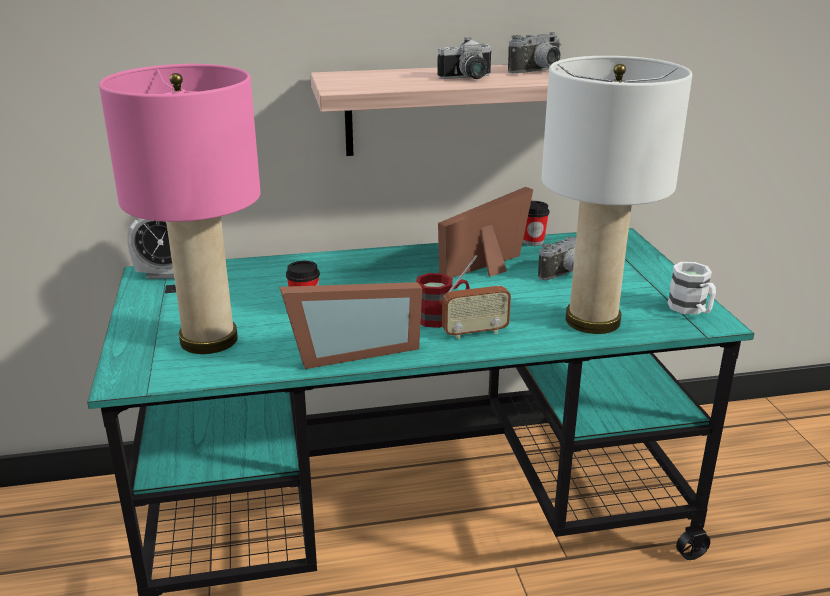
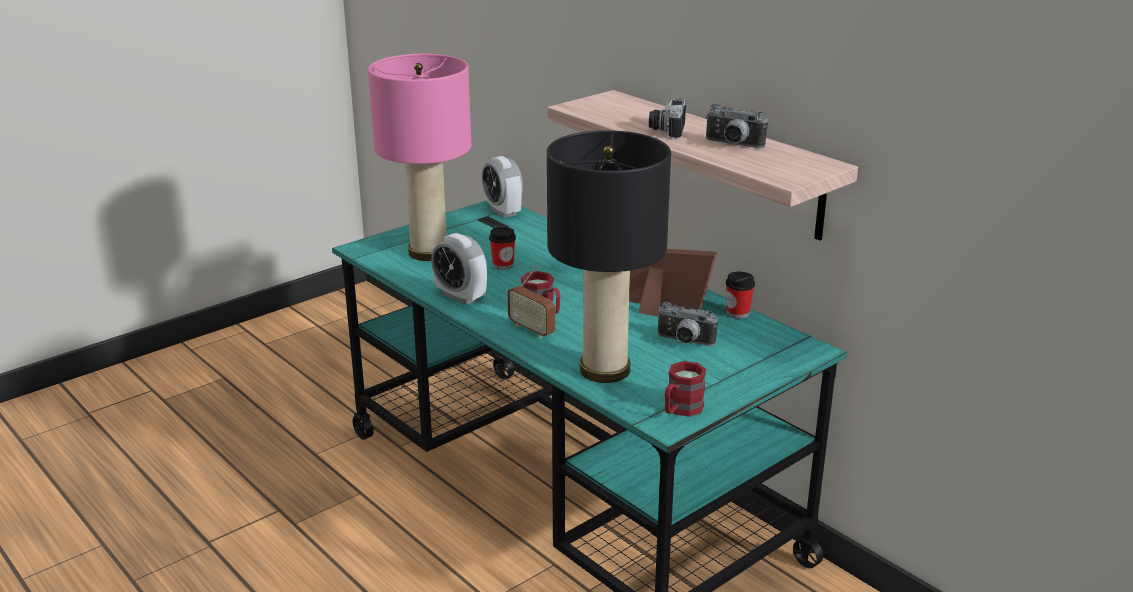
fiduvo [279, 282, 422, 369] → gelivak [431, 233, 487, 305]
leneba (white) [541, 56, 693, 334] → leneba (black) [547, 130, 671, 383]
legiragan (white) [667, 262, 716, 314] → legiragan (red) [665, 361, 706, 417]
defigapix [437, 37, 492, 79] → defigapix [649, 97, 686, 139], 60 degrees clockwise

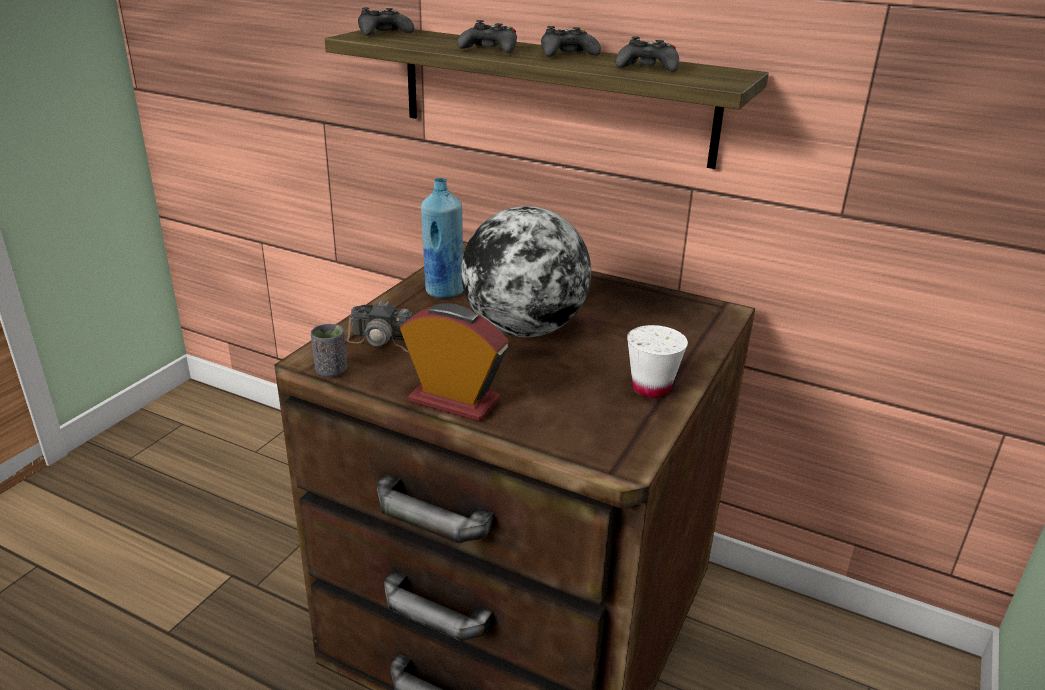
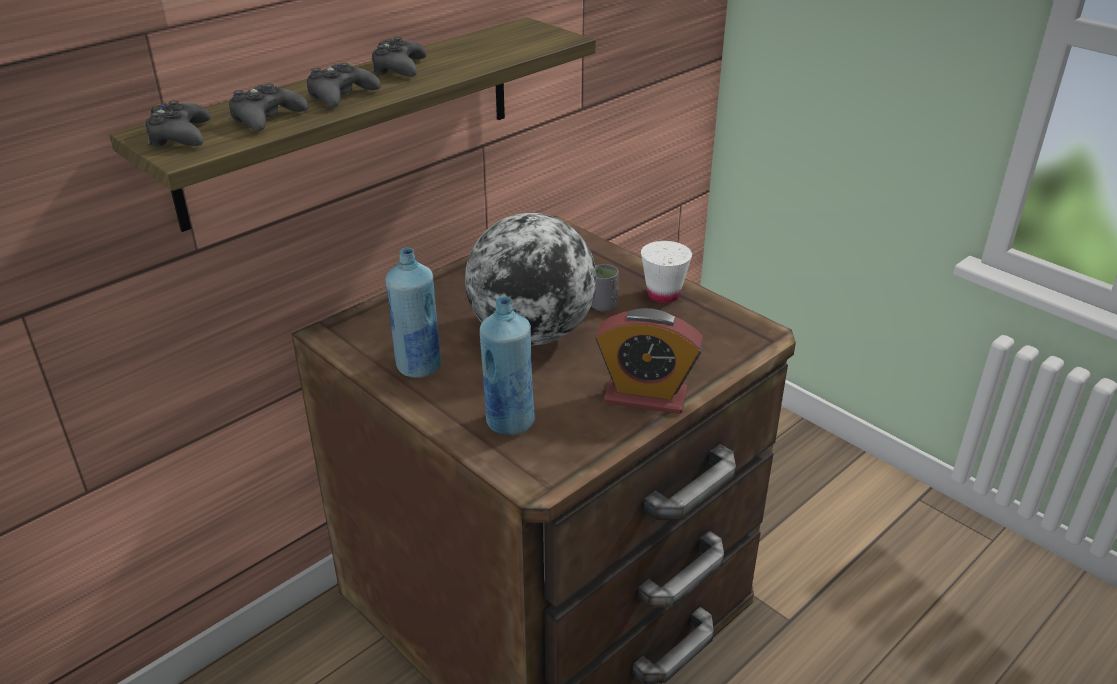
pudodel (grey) [311, 324, 347, 377] → pudodel (grey) [591, 264, 619, 312], shifted
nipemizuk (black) [616, 36, 679, 72] → nipemizuk (black) [229, 84, 308, 131], shifted
defigapix [347, 301, 413, 353] → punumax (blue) [480, 296, 535, 435]
gelivak [400, 303, 508, 421] → gelivak [595, 308, 704, 414], 120 degrees counterclockwise

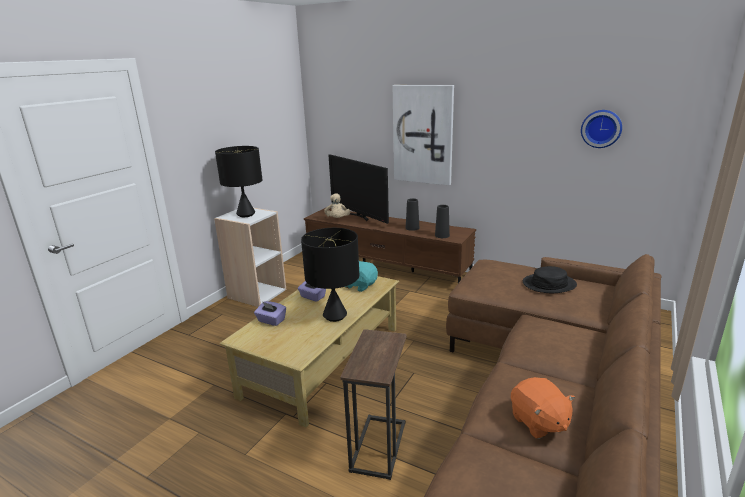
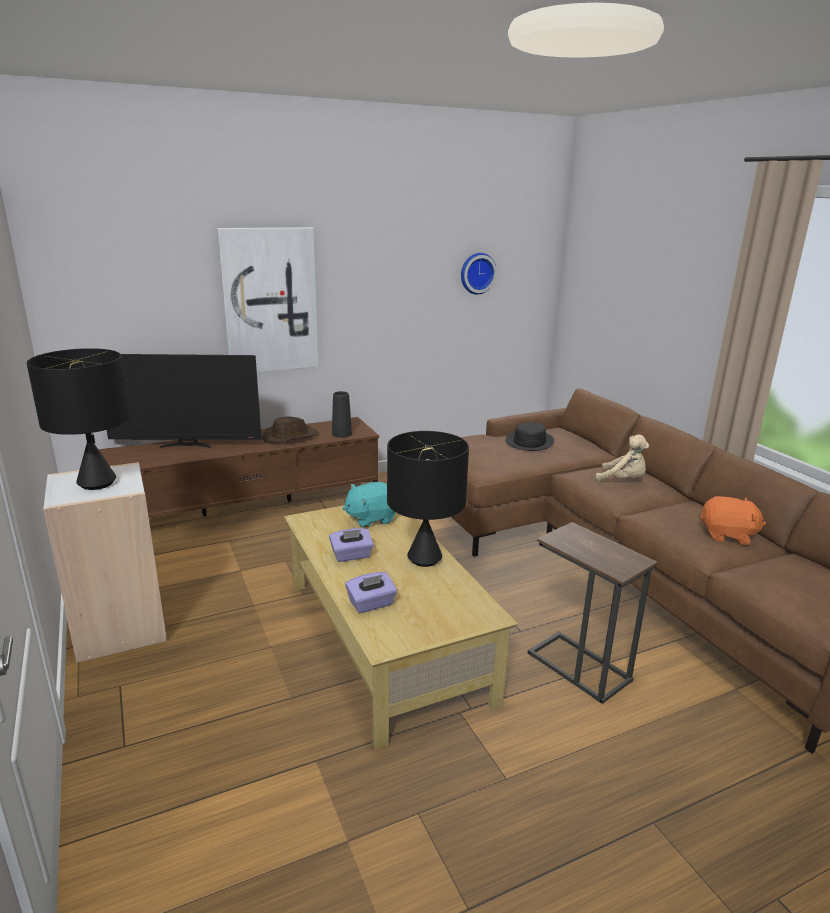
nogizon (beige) [324, 193, 351, 218] → nogizon (beige) [595, 435, 649, 482], shifted
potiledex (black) [406, 198, 420, 231] → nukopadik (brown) [262, 417, 318, 443]

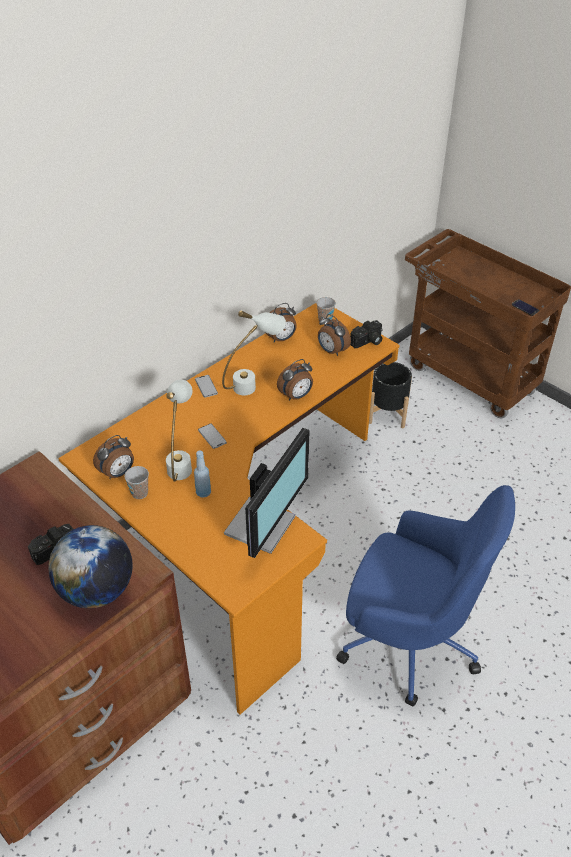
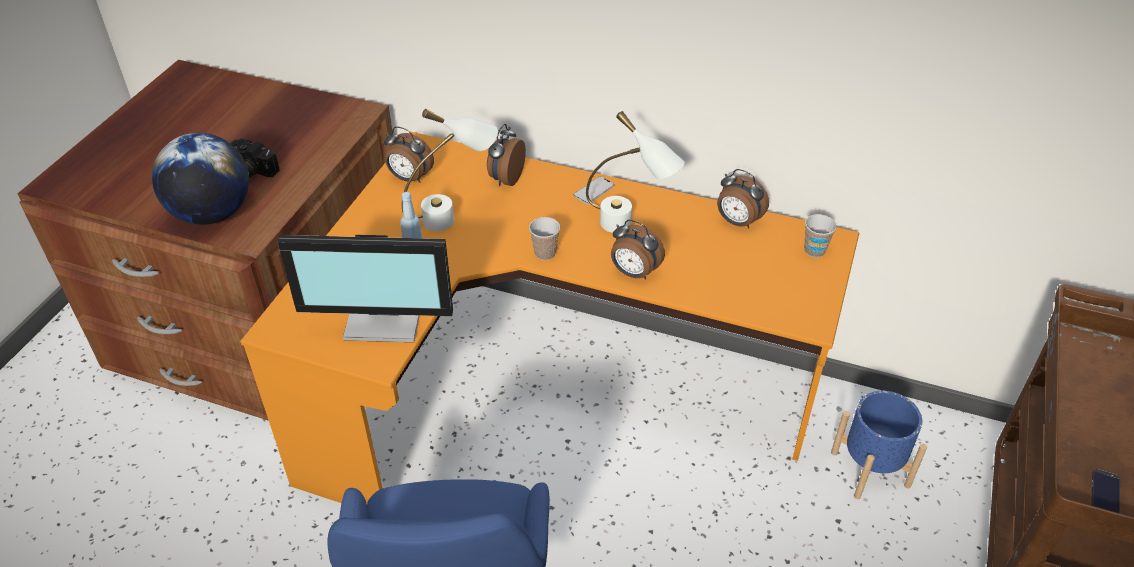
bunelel [198, 424, 227, 449] → -
defigapix [350, 320, 382, 348] → -
pudodel [124, 466, 149, 499] → pudodel [529, 217, 560, 260], shifted
gelivak [318, 314, 351, 356] → gelivak [487, 124, 526, 186], shifted
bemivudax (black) [369, 362, 412, 428] → bemivudax (blue) [831, 391, 927, 499]

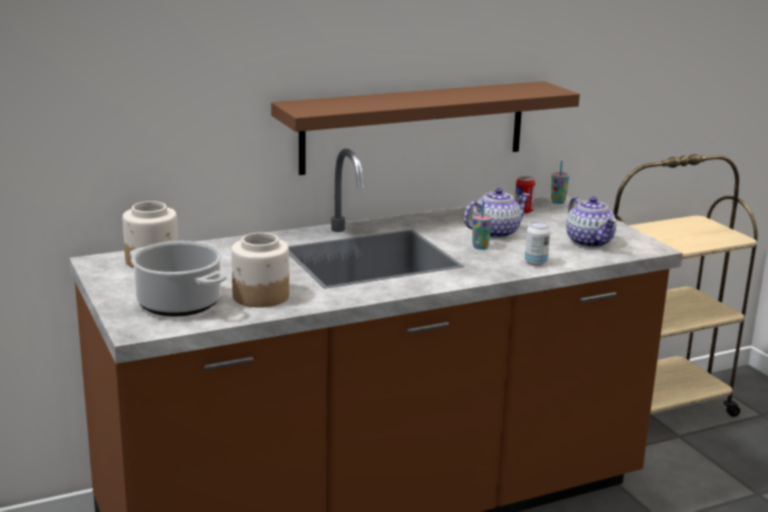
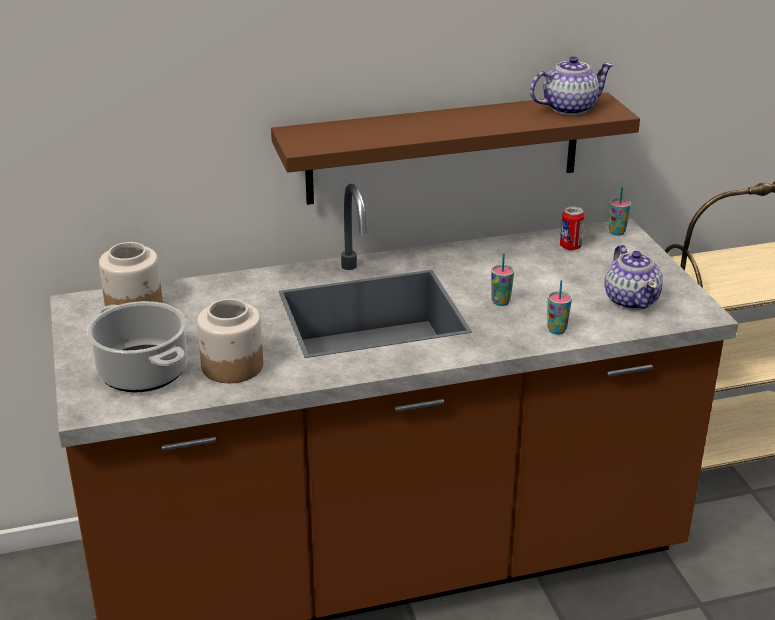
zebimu [464, 188, 530, 238] → zebimu [530, 56, 613, 115], shifted
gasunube [525, 222, 551, 266] → pudodel [547, 280, 572, 335]

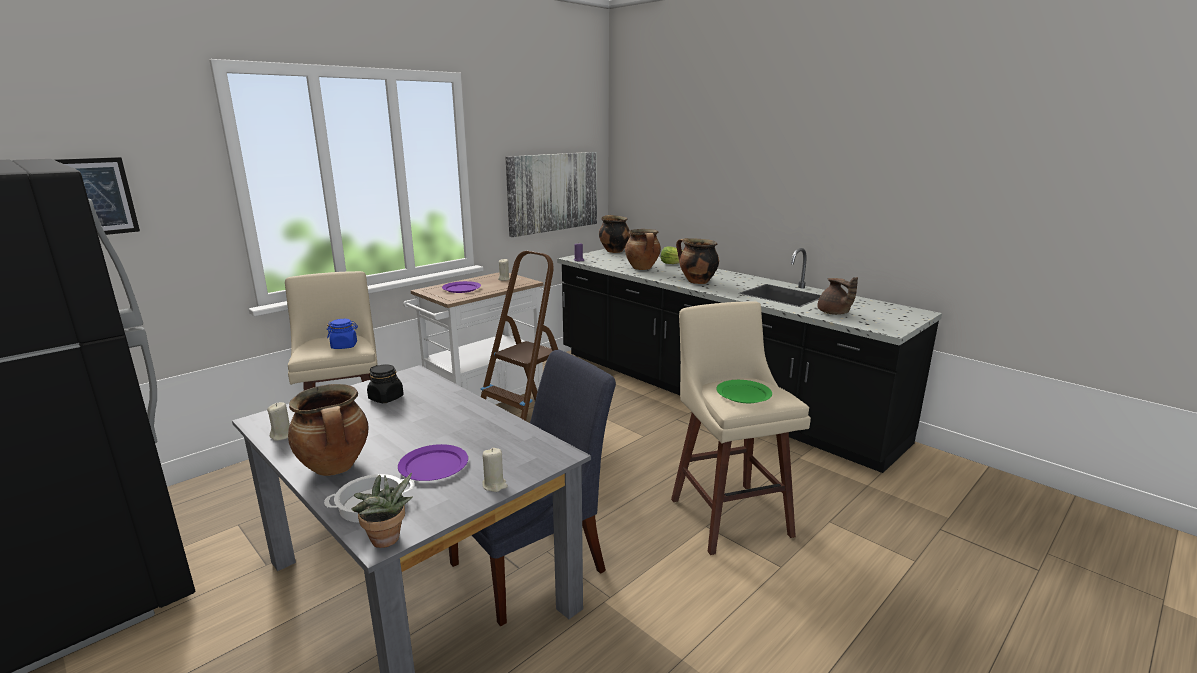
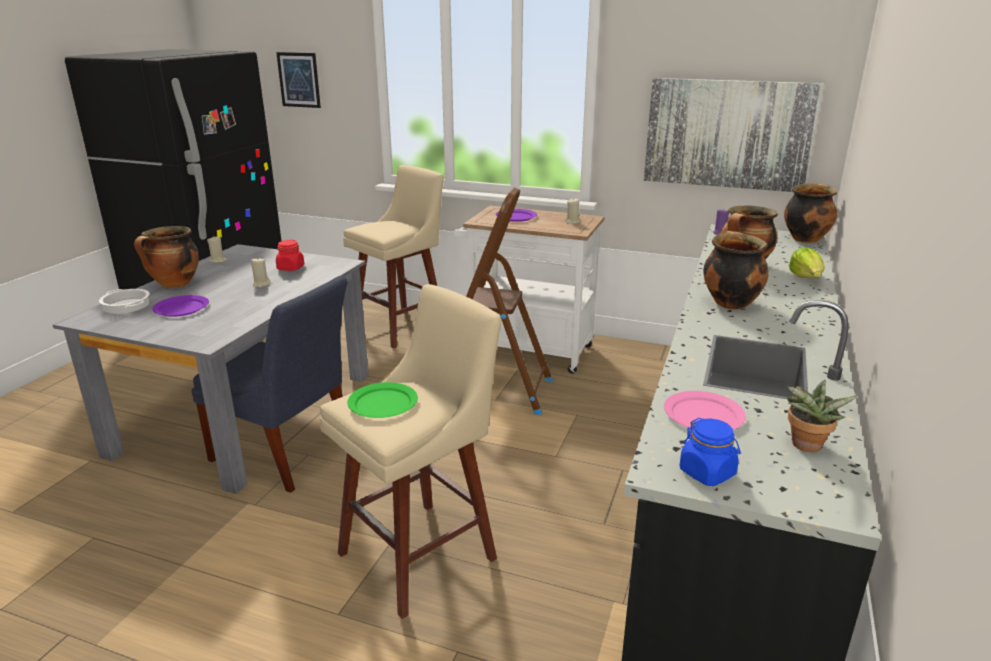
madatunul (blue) [327, 319, 358, 349] → madatunul (blue) [680, 417, 741, 486], shifted
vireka [352, 473, 413, 548] → vireka [787, 380, 858, 452], shifted
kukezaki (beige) [482, 448, 508, 492] → kukezaki (beige) [251, 257, 270, 288], shifted
zebimu (brown) [817, 277, 858, 315] → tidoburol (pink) [664, 391, 746, 430]
madatunul (black) [367, 364, 404, 403] → madatunul (red) [276, 240, 304, 271]

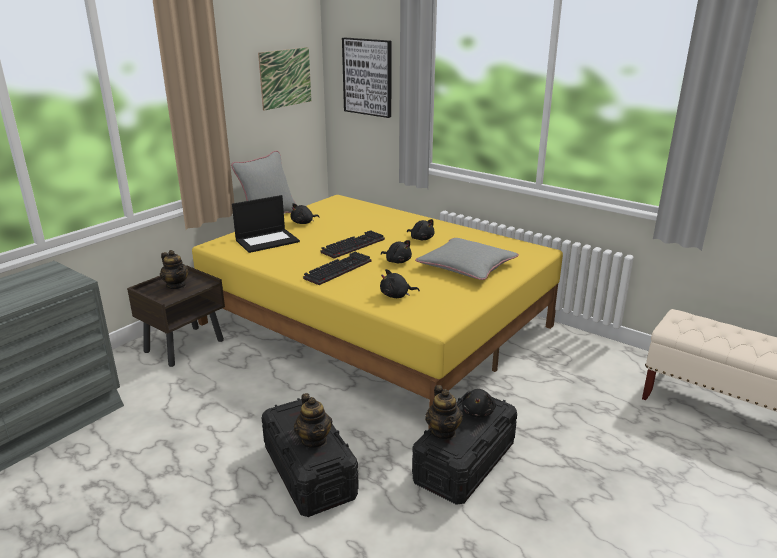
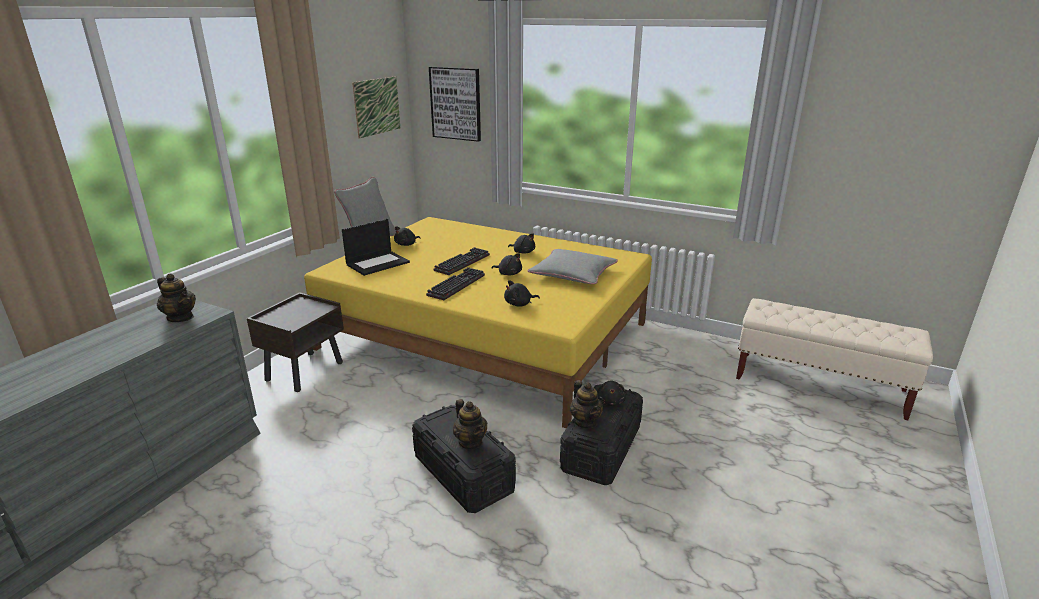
zebimu [160, 250, 189, 289] → zebimu [157, 273, 196, 322], shifted

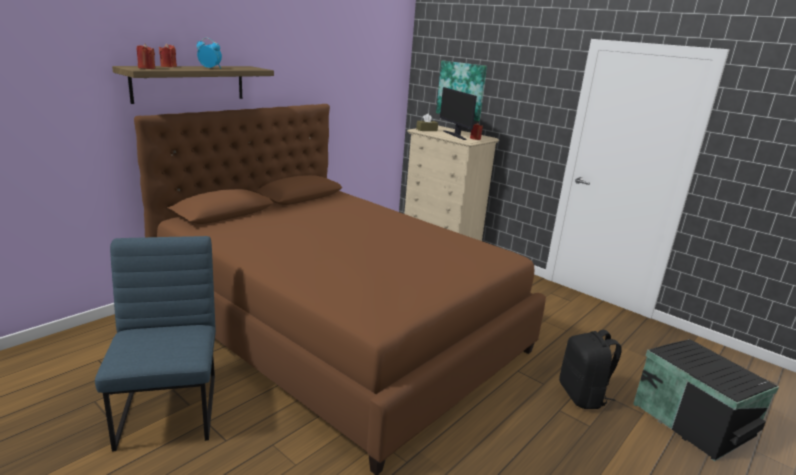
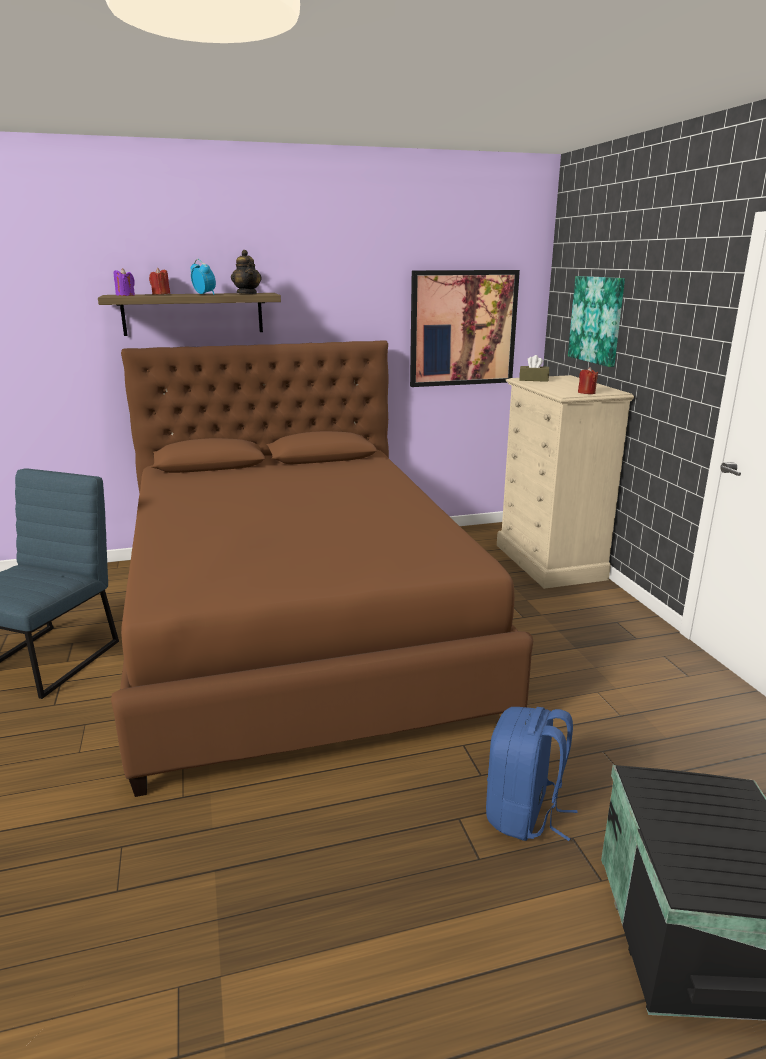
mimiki [440, 87, 477, 140] → -
- → zebimu [231, 250, 262, 294]
- → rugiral [410, 270, 520, 387]
kukezaki (red) [136, 44, 155, 69] → kukezaki (purple) [114, 268, 135, 296]
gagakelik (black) [559, 330, 622, 409] → gagakelik (blue) [486, 707, 578, 841]

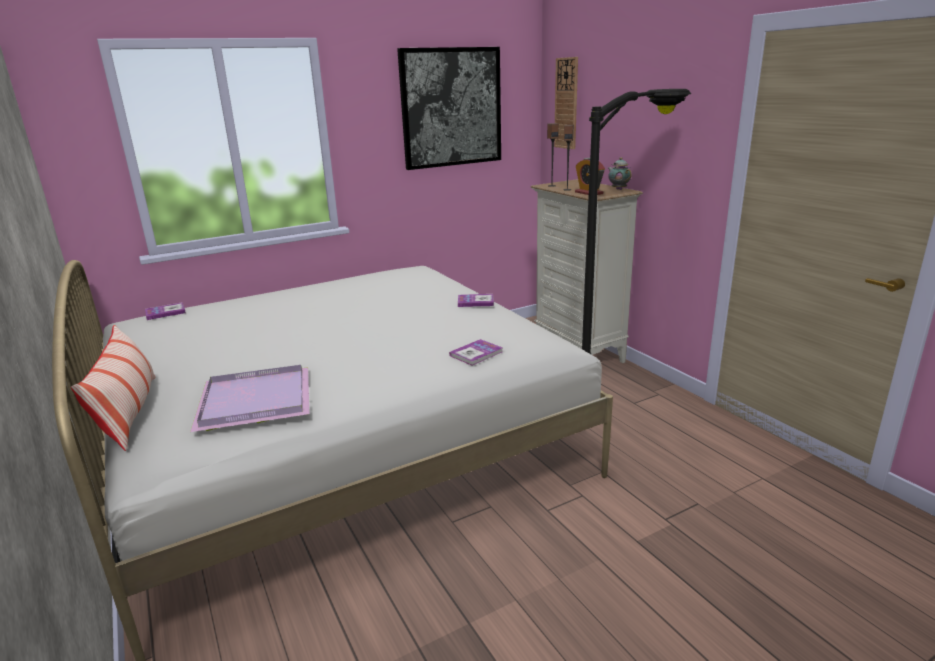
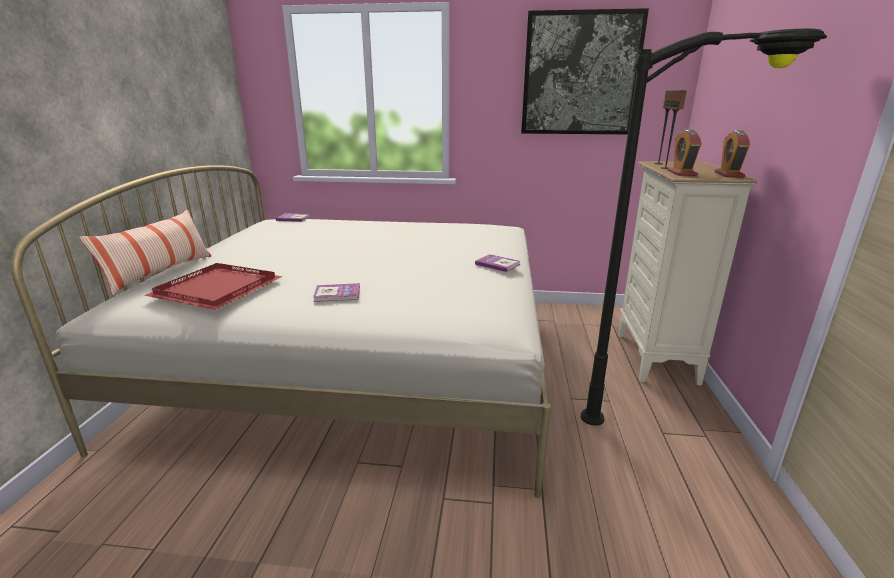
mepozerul [554, 57, 578, 149] → -
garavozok [449, 339, 502, 366] → garavozok [313, 283, 360, 302], shifted
zebimu [608, 157, 632, 190] → gelivak [715, 130, 750, 178]
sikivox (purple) [190, 365, 309, 432] → sikivox (red) [144, 263, 283, 310]

